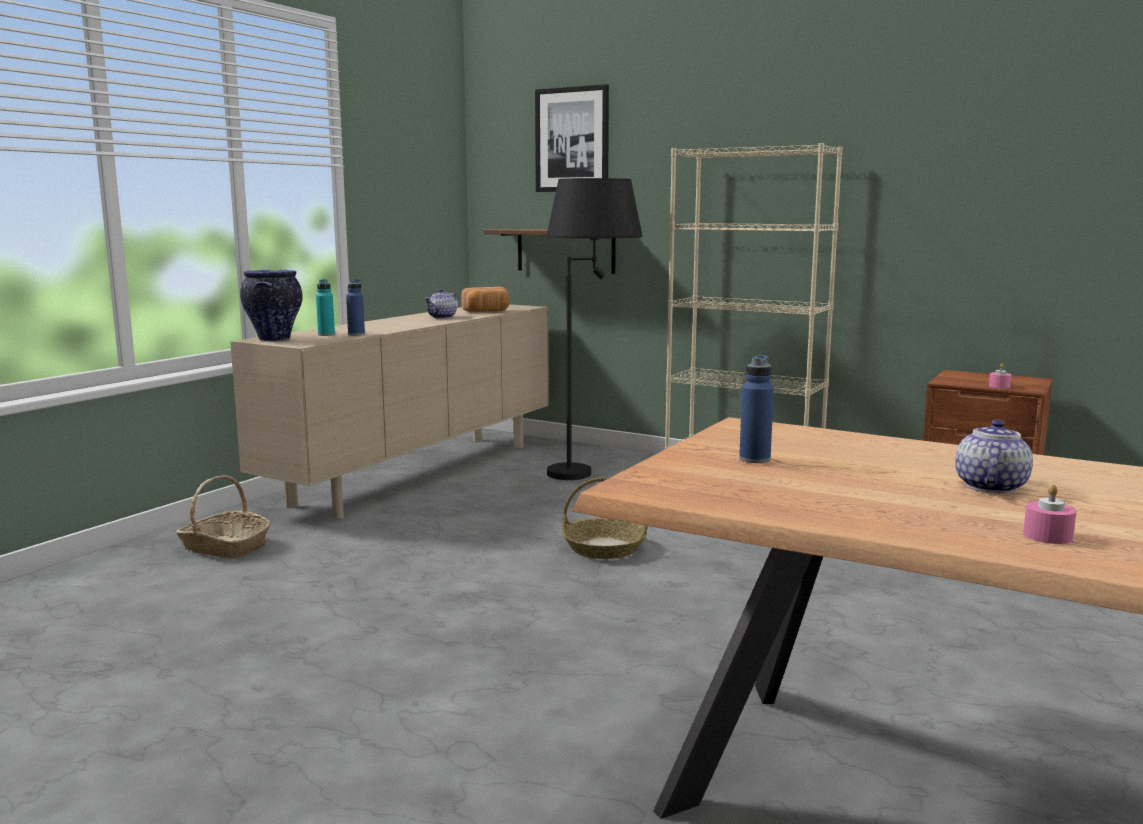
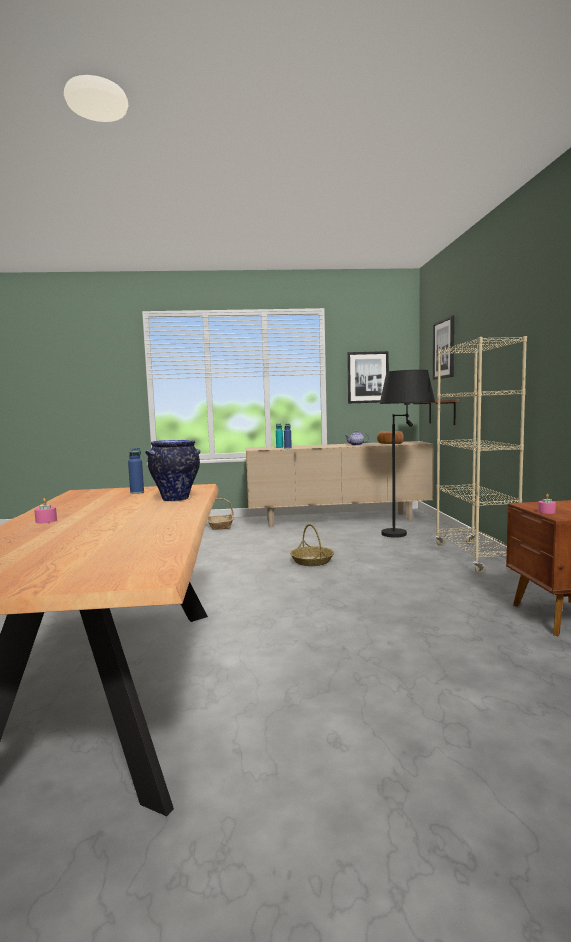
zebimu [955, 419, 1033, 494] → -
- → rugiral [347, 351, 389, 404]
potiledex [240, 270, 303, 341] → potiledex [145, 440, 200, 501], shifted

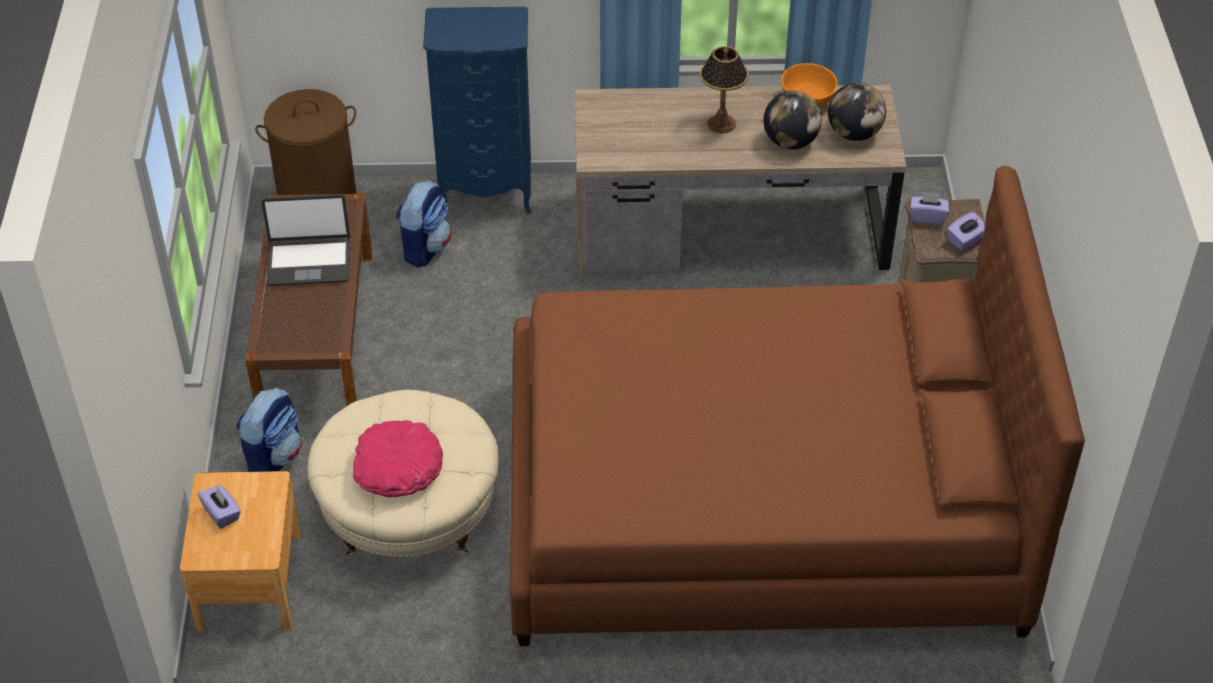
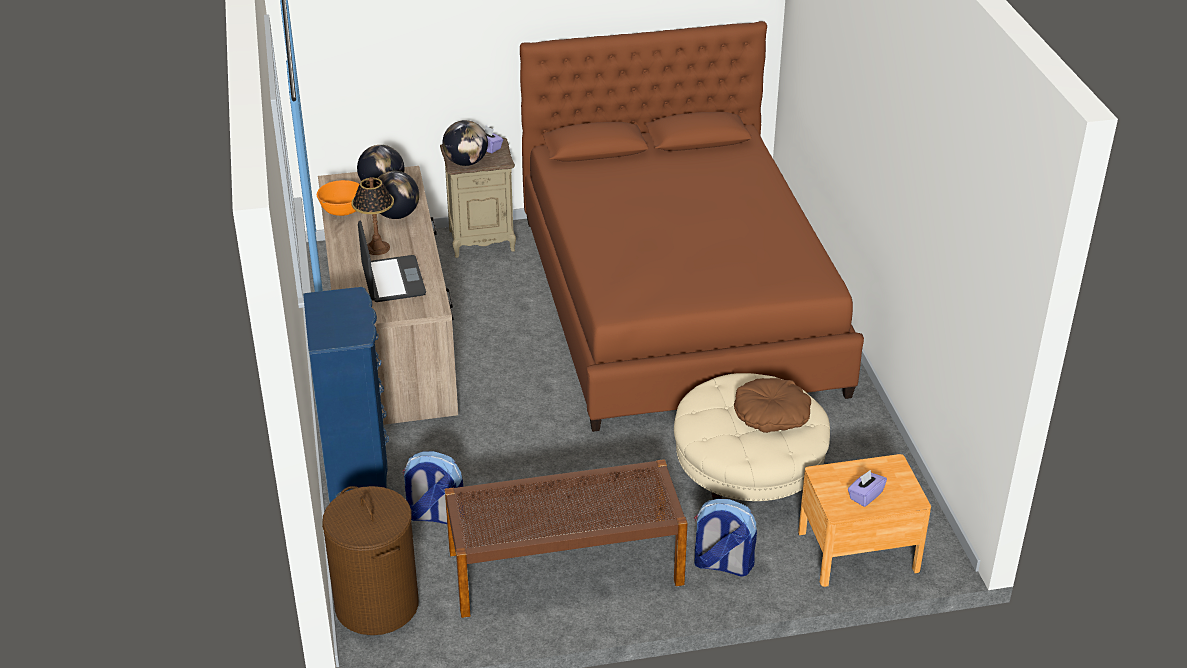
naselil [261, 194, 350, 286] → naselil [358, 220, 426, 302], shifted
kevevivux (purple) [910, 192, 949, 225] → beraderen [443, 120, 488, 166]
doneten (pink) [353, 420, 443, 497] → doneten (brown) [734, 378, 811, 433]

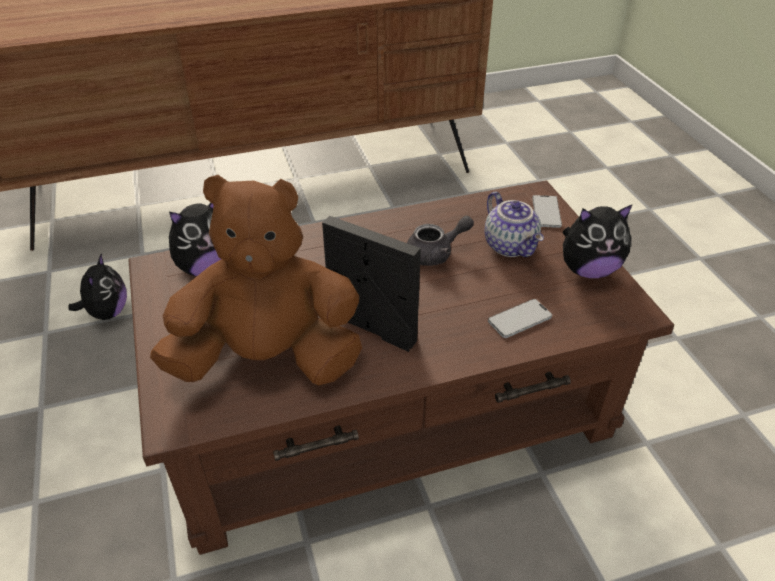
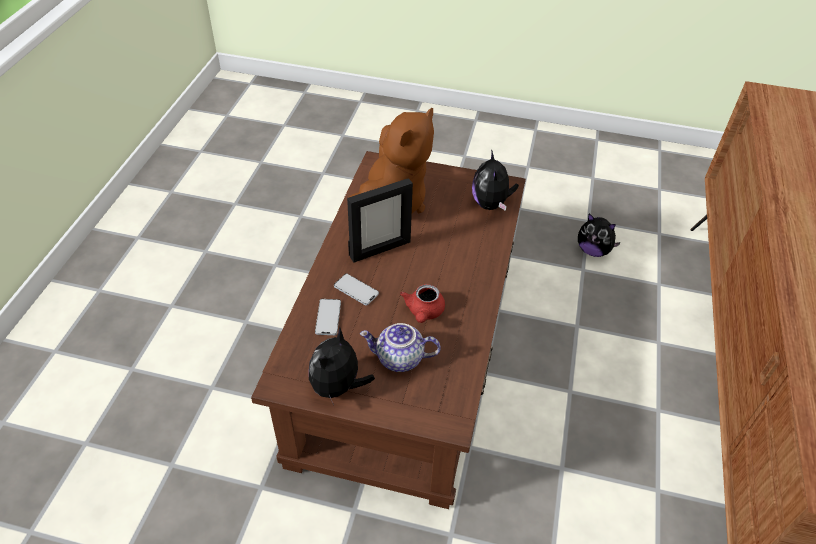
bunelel [532, 195, 562, 228] → bunelel [334, 274, 379, 306], shifted
zebimu (grey) [407, 216, 474, 266] → zebimu (red) [400, 284, 445, 323]

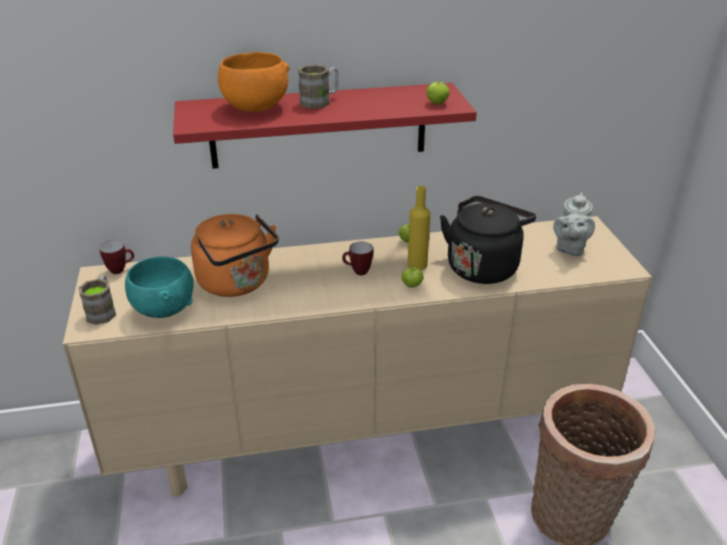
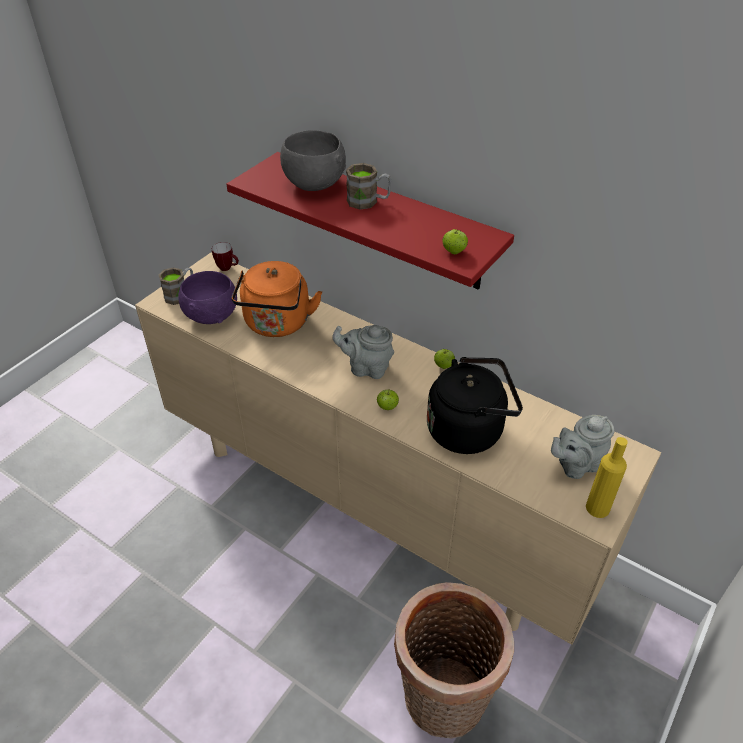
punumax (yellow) [408, 186, 430, 270] → punumax (yellow) [586, 437, 628, 518], shifted
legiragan [342, 241, 373, 275] → zebimu (grey) [332, 325, 394, 379]
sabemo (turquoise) [125, 257, 194, 318] → sabemo (purple) [178, 271, 237, 324]
sabemo (orange) [218, 52, 290, 112] → sabemo (grey) [280, 130, 346, 191]

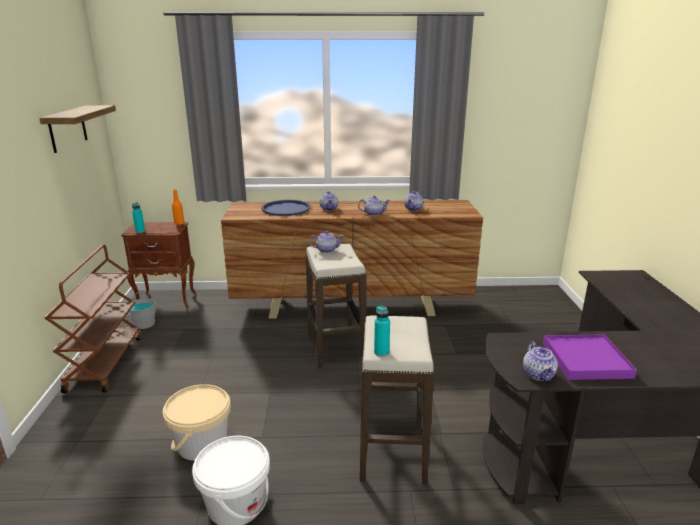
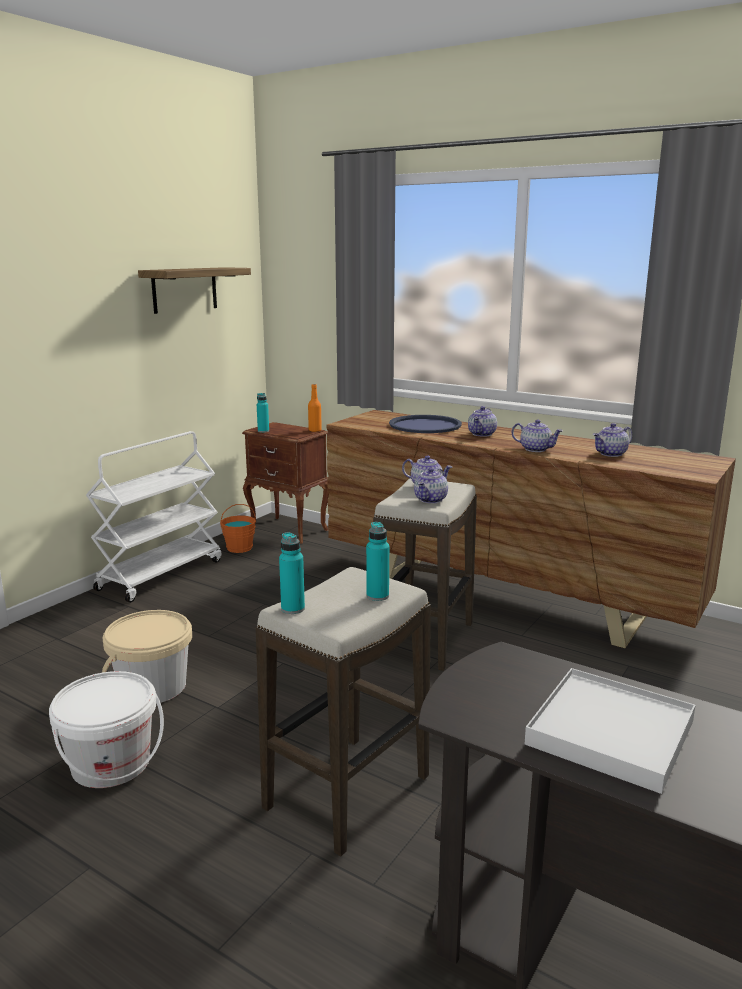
- → punumax (turquoise) [366, 522, 389, 601]
zebimu [523, 341, 558, 381] → zebimu [414, 468, 448, 503], shifted
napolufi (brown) [44, 245, 141, 393] → napolufi (white) [86, 431, 221, 603]
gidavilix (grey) [128, 291, 156, 329] → gidavilix (orange) [220, 504, 256, 553]
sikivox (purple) [543, 334, 637, 380] → sikivox (white) [525, 668, 696, 794]

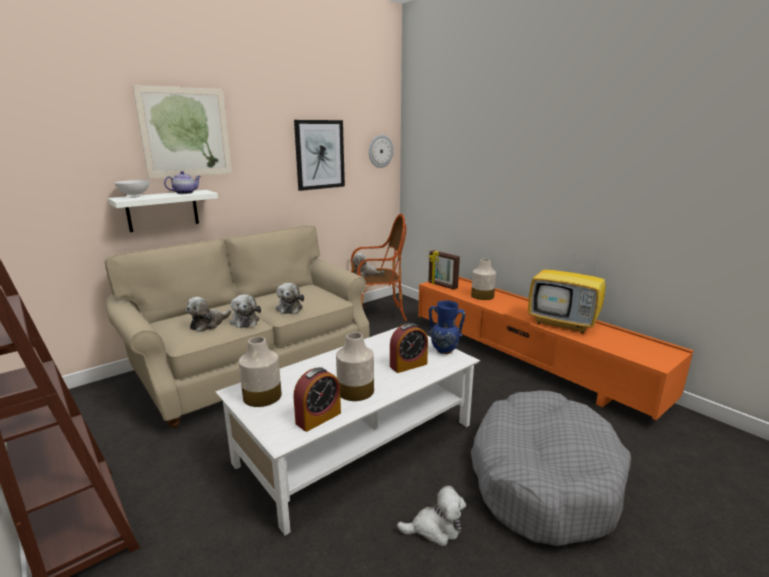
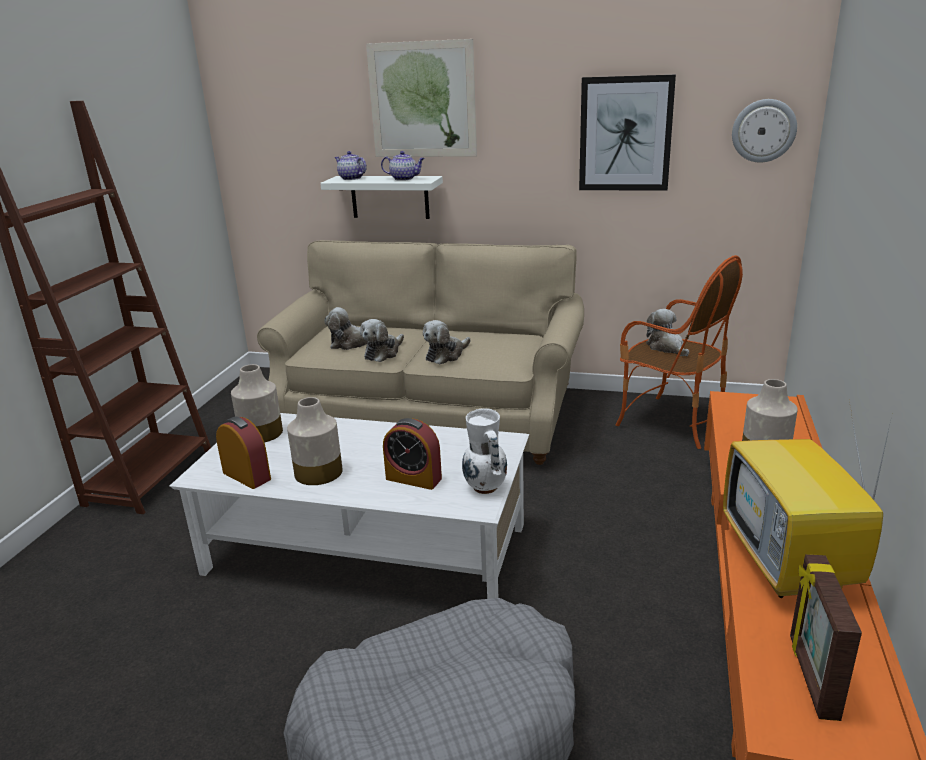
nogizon [397, 485, 466, 546] → -
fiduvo [428, 250, 460, 290] → fiduvo [790, 554, 862, 721], shifted
sabemo (white) [114, 180, 150, 198] → zebimu [334, 151, 367, 180]
potiledex (blue) [429, 300, 465, 354] → potiledex (white) [462, 408, 507, 494]
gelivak [293, 367, 341, 432] → gelivak [216, 417, 271, 489], 150 degrees counterclockwise

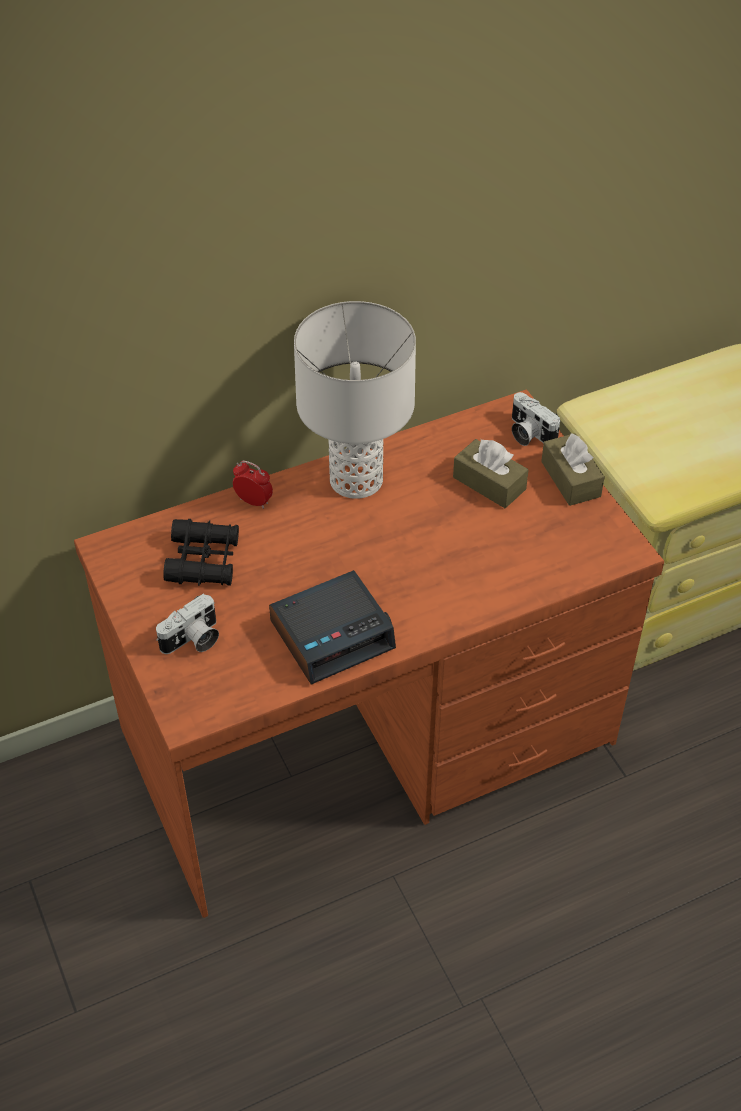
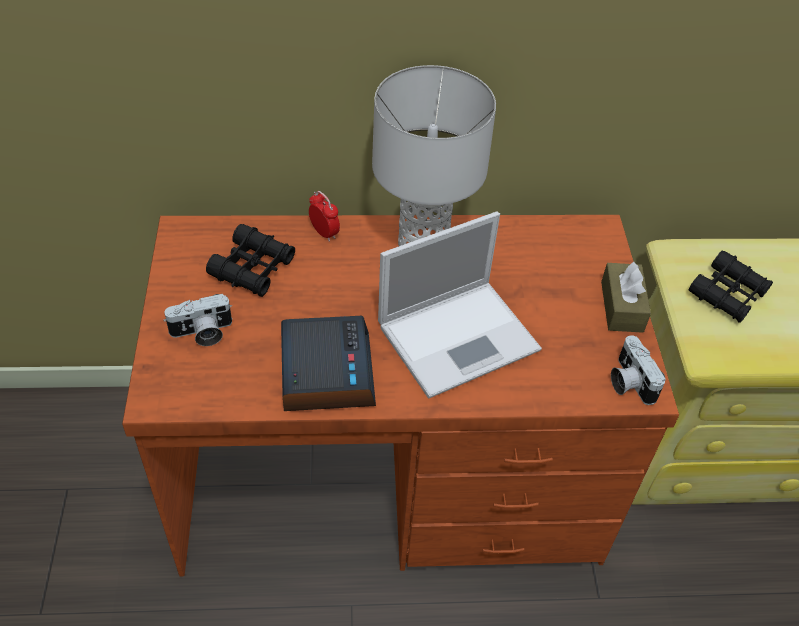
kevevivux (brown) [453, 439, 528, 508] → -
- → naselil [378, 211, 542, 398]
- → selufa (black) [689, 250, 773, 323]
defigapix [512, 392, 560, 446] → defigapix [611, 335, 666, 405], shifted
gelivak [269, 570, 396, 685] → gelivak [281, 316, 376, 411], 90 degrees counterclockwise

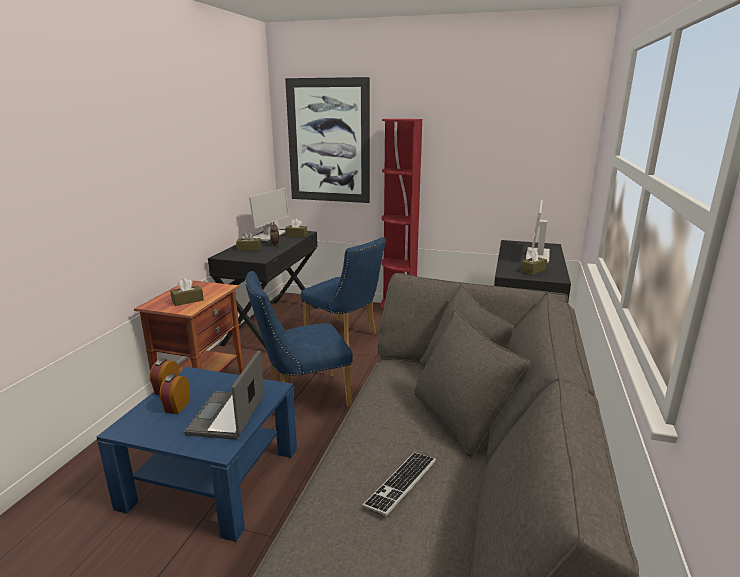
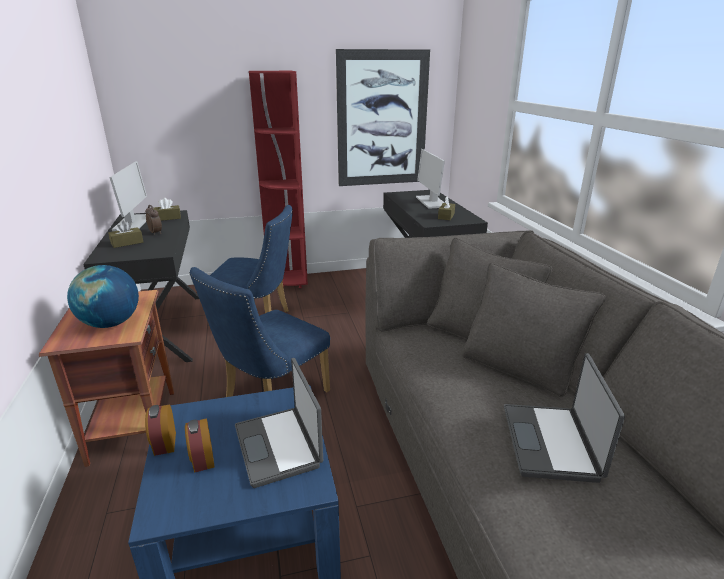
rugiral [285, 77, 370, 203] → rugiral [336, 49, 430, 186], shifted
kevevivux (brown) [170, 278, 204, 306] → beraderen [67, 265, 139, 328]
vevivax [363, 452, 436, 516] → naselil [504, 353, 625, 483]

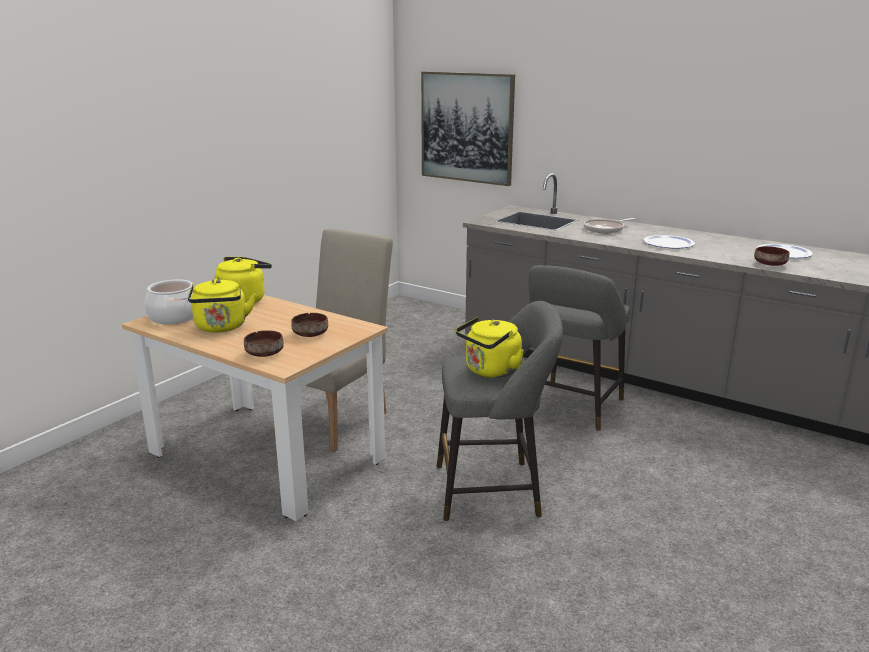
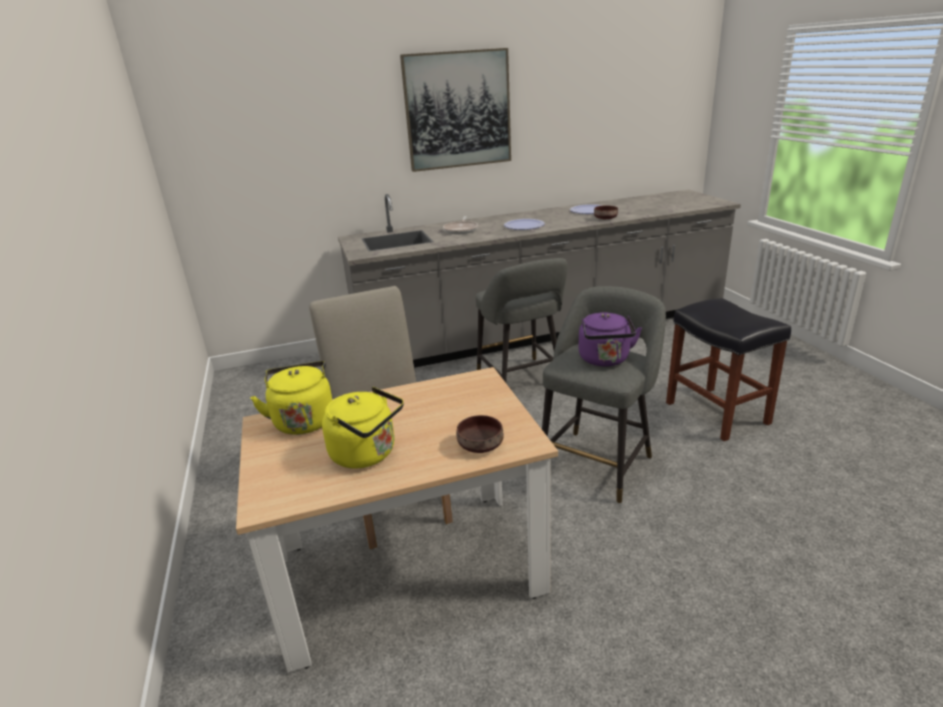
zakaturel [144, 280, 194, 325] → -
sabemo (brown) [291, 313, 328, 337] → -
- → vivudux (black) [666, 298, 791, 441]
rugiral [421, 72, 515, 186] → rugiral [400, 48, 511, 172], shifted
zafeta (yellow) [456, 317, 524, 378] → zafeta (purple) [578, 312, 642, 366]

